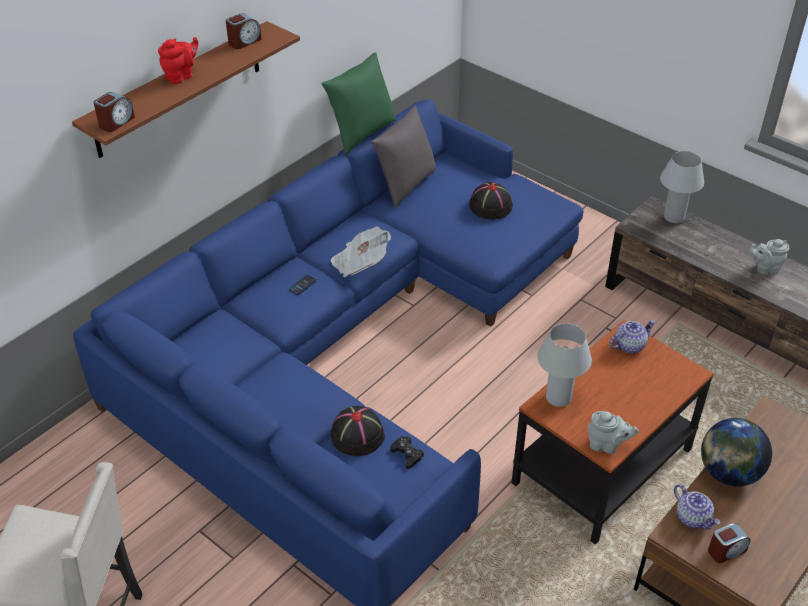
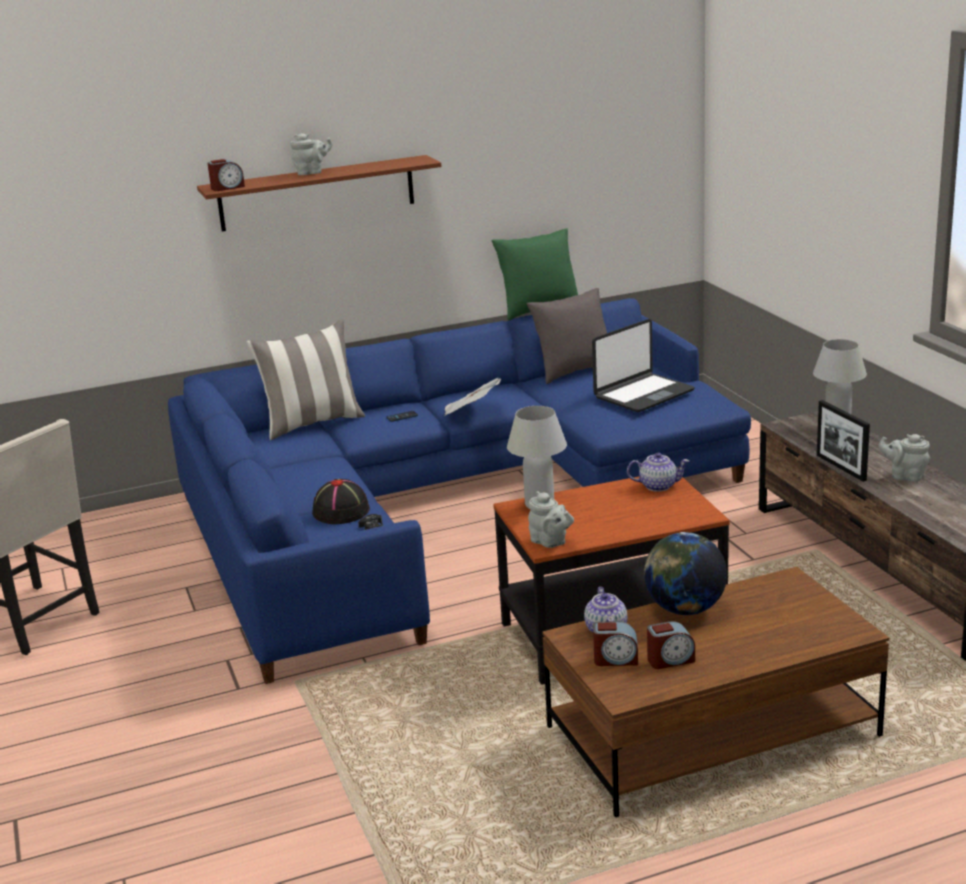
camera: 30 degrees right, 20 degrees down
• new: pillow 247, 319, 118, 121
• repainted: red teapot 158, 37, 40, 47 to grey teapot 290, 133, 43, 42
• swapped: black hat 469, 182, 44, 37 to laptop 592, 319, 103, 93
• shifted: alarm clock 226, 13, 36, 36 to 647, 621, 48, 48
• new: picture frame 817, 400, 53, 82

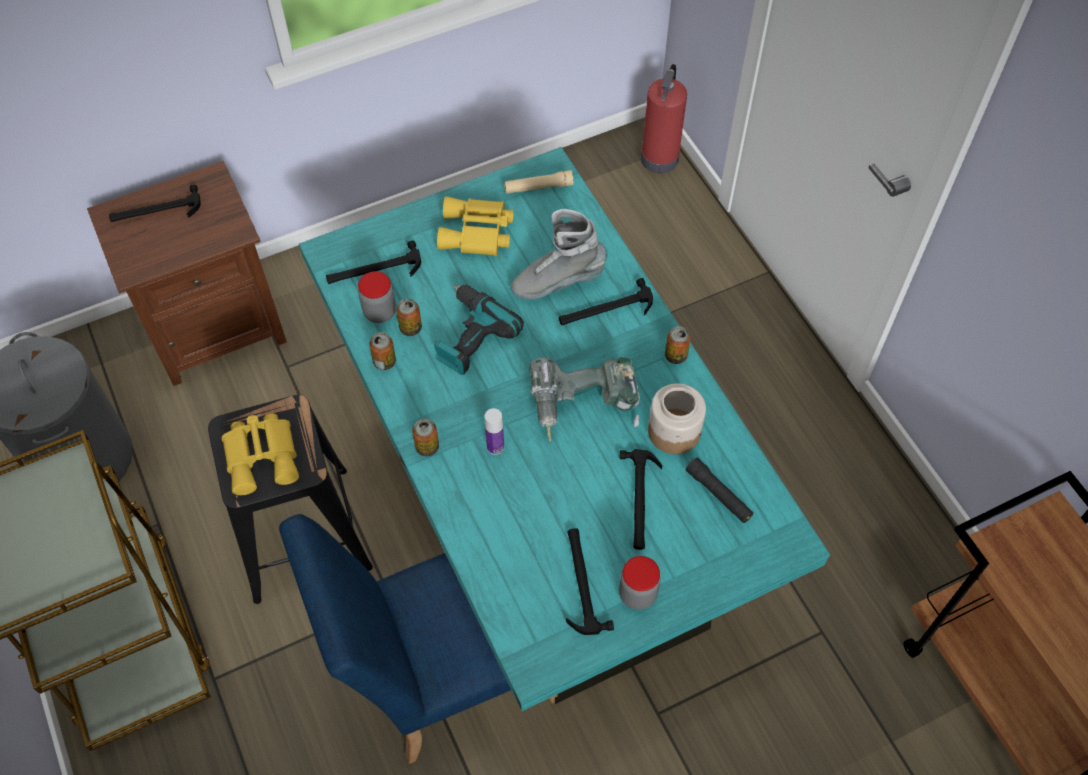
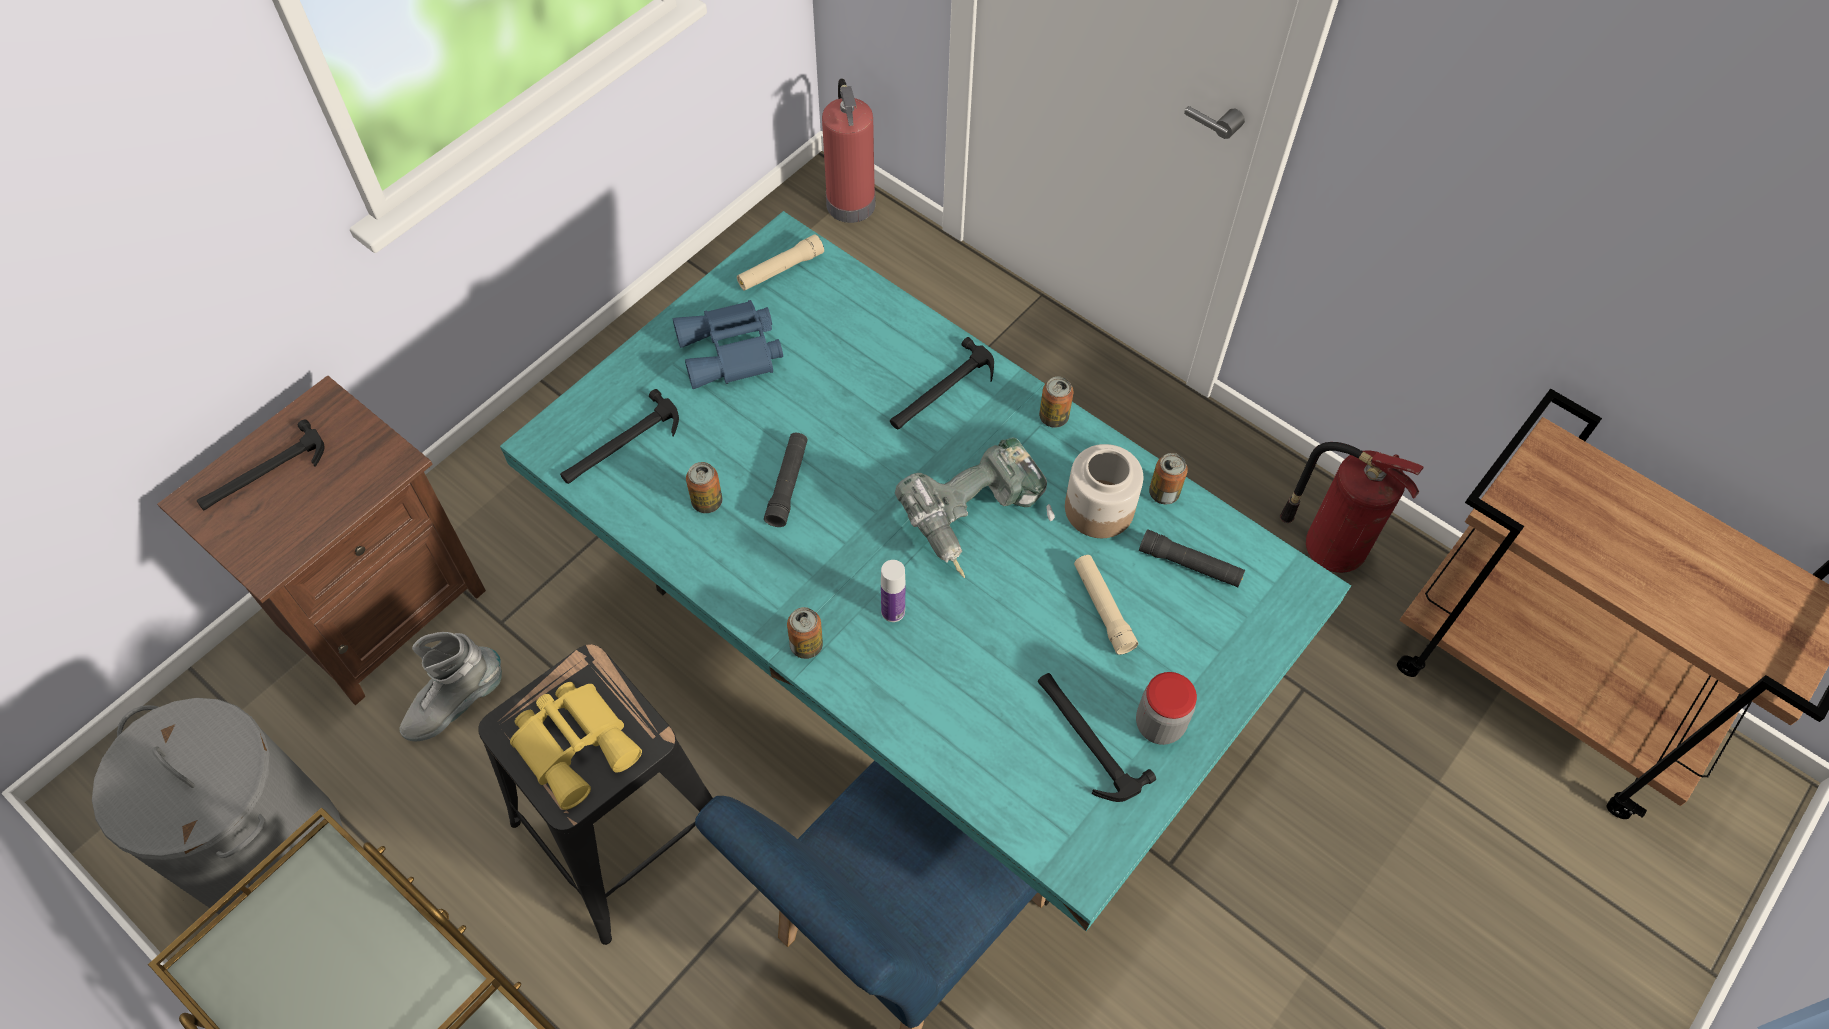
camera: 25 degrees left, 0 degrees up
• shifted: grey boot 511, 209, 97, 90 to 400, 632, 102, 109
• repainted: yellow binoculars 437, 196, 76, 60 to blue binoculars 673, 300, 110, 89
• swapped: power drill 434, 284, 90, 91 to black flashlight 764, 433, 44, 94
• swapped: hammer 620, 449, 42, 101 to beige flashlight 1074, 555, 64, 100
• shifted: can 369, 332, 27, 38 to 1149, 453, 39, 51
• new: fire extinguisher 1280, 442, 144, 131
• gone: jar 358, 271, 38, 52

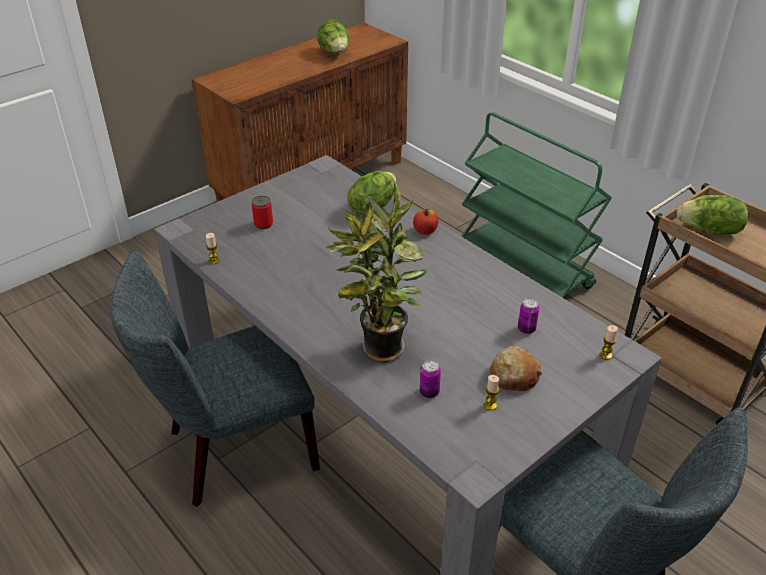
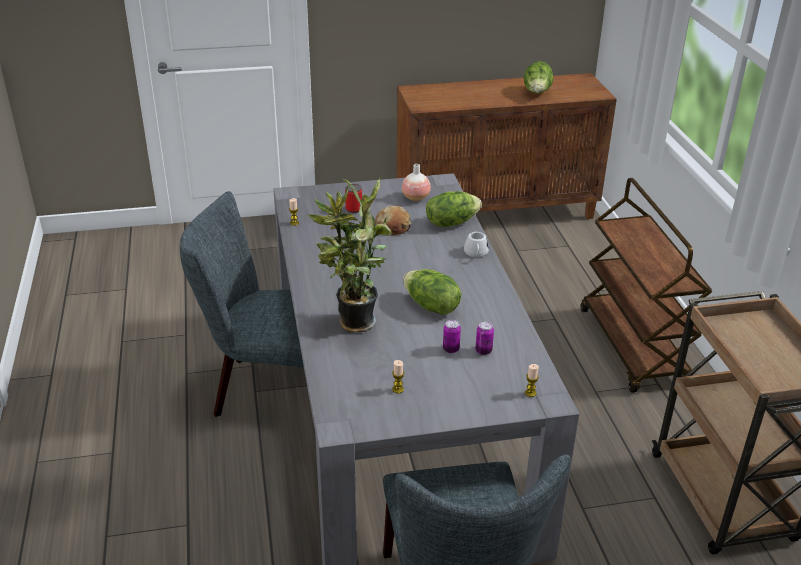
camera: 30 degrees right, 5 degrees down
• shifted: bread 490, 346, 52, 45 to 375, 206, 37, 29
• new: vase 402, 164, 29, 37
• shifted: lettuce 677, 195, 72, 40 to 403, 269, 58, 46
• shifted: can 420, 360, 21, 38 to 443, 320, 18, 33
• swapped: apple 413, 209, 25, 26 to white mug 464, 232, 25, 26
• repainted: green cart 461, 112, 151, 186 to brown cart 580, 178, 132, 215

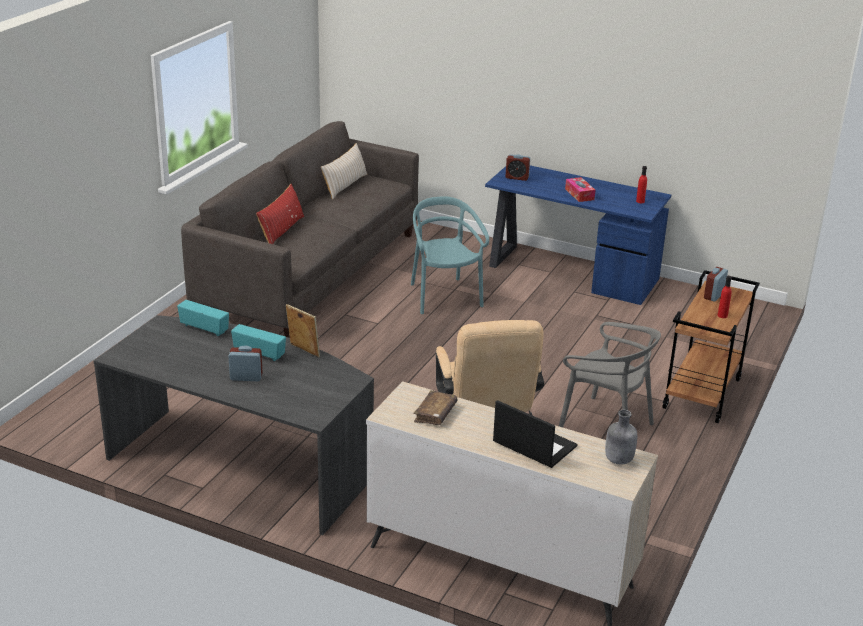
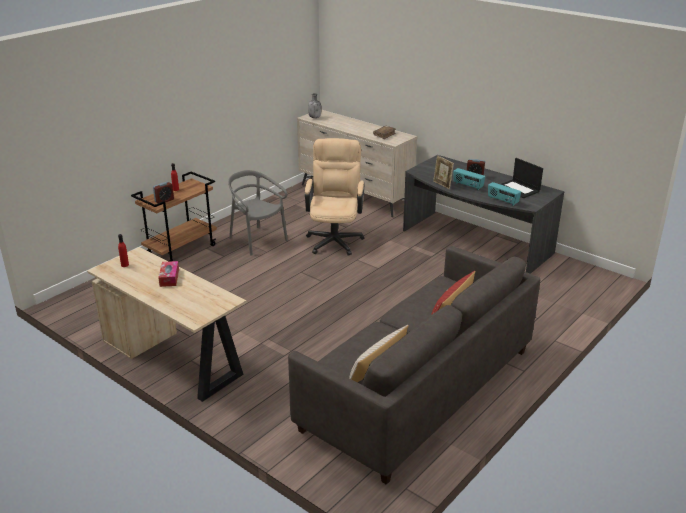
camera: 165 degrees left, 0 degrees up
• repainted: blue desk 485, 165, 186, 140 to beige desk 87, 247, 160, 155
• shifted: laptop 493, 400, 85, 68 to 501, 158, 42, 40
• gone: turquoise chair 411, 196, 78, 118
• gone: alarm clock 505, 154, 25, 27

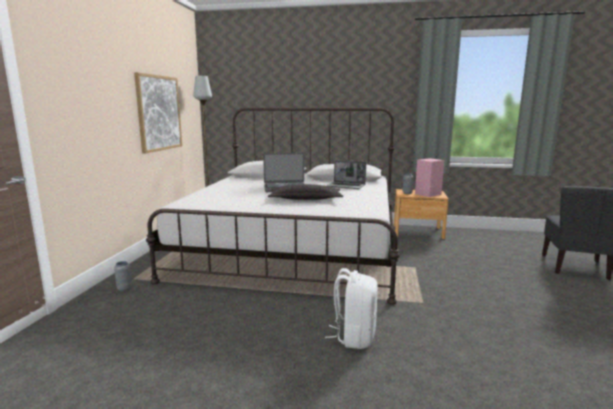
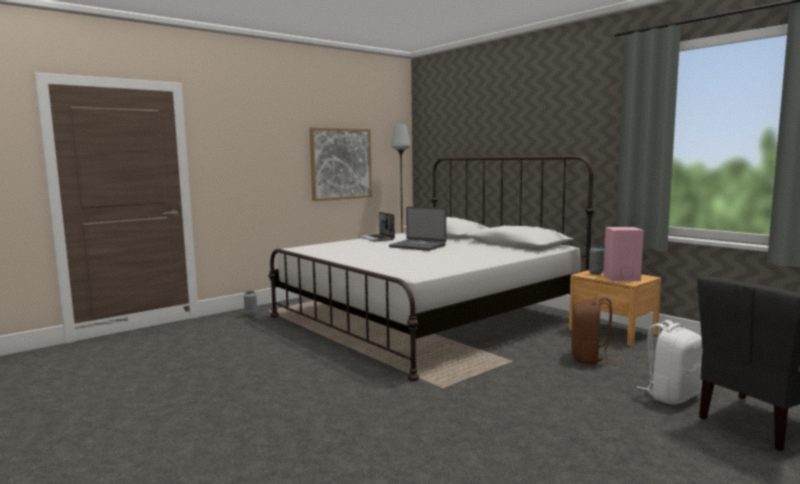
camera: 40 degrees right, 5 degrees down
• shifted: laptop 327, 160, 39, 29 to 359, 212, 36, 29
• new: brown backpack 571, 297, 47, 68
• shifted: white backpack 325, 268, 53, 81 to 637, 320, 66, 85
• gone: pillow 268, 184, 76, 16

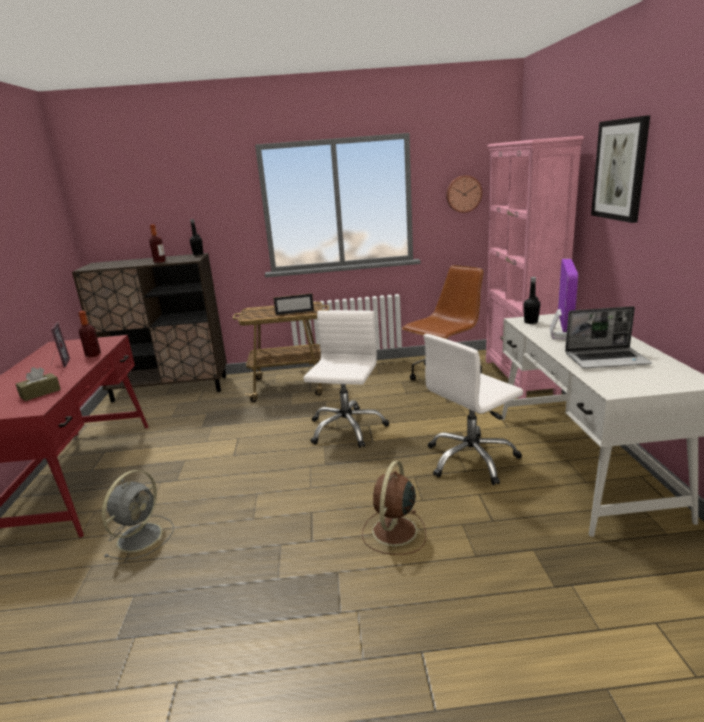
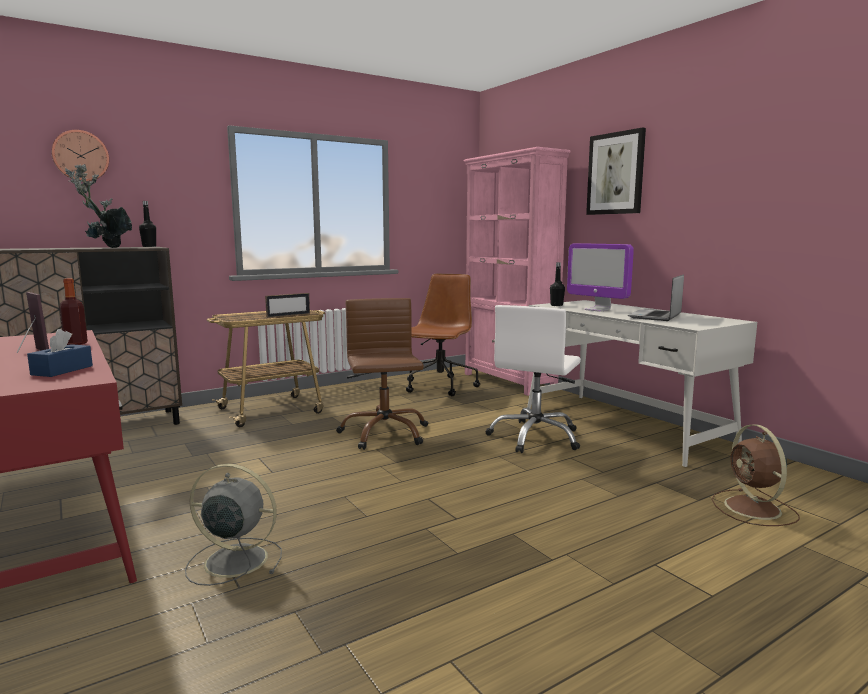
camera: 30 degrees left, 10 degrees down
• repainted: brown tissue box 16, 367, 45, 34 to blue tissue box 27, 329, 66, 48
• shifted: wall clock 446, 175, 36, 38 to 52, 130, 57, 52
• swapped: bottle 149, 224, 17, 39 to potted plant 65, 164, 67, 84
• rotated: grey fan 102, 470, 72, 89 = 185, 464, 97, 122 75 degrees counterclockwise
• repainted: white office chair 303, 310, 86, 138 to brown office chair 336, 298, 92, 152
• rotated: monitor 550, 259, 28, 81 = 567, 244, 67, 68 150 degrees clockwise
• rotated: laptop 565, 306, 87, 62 = 628, 275, 56, 46 150 degrees clockwise
• shifted: brown fan 362, 461, 64, 94 to 712, 424, 88, 102

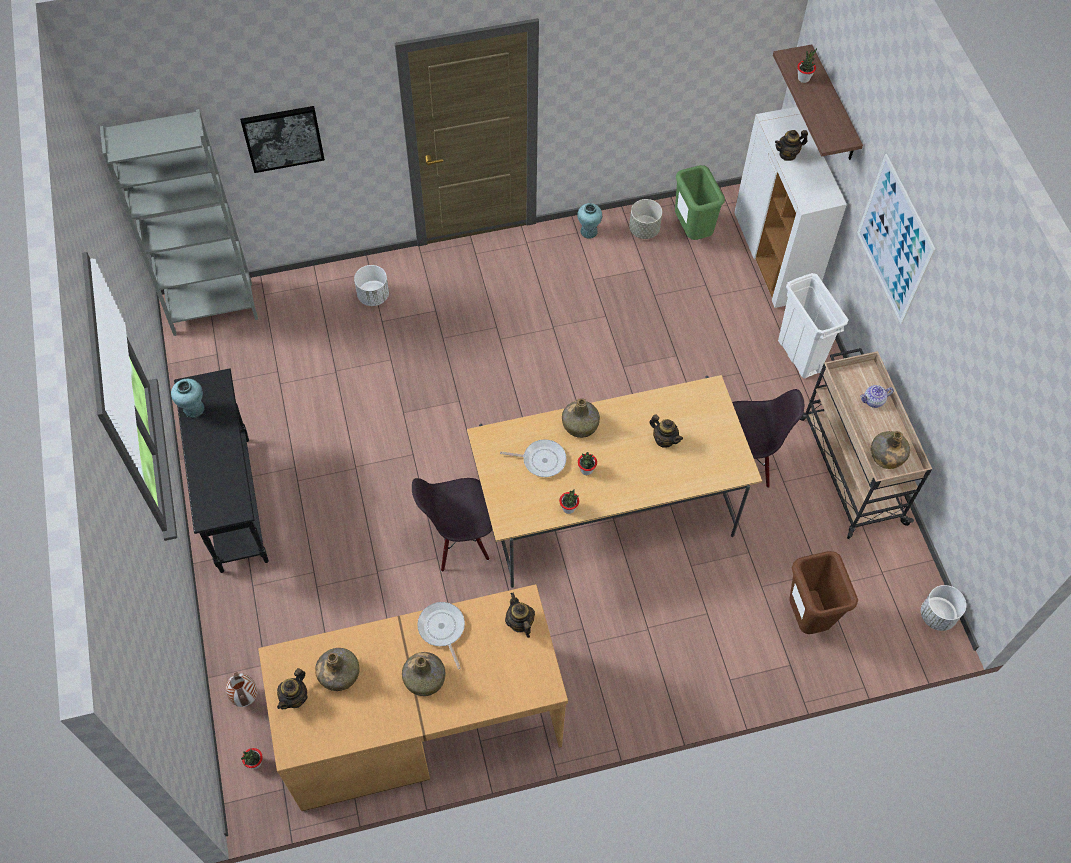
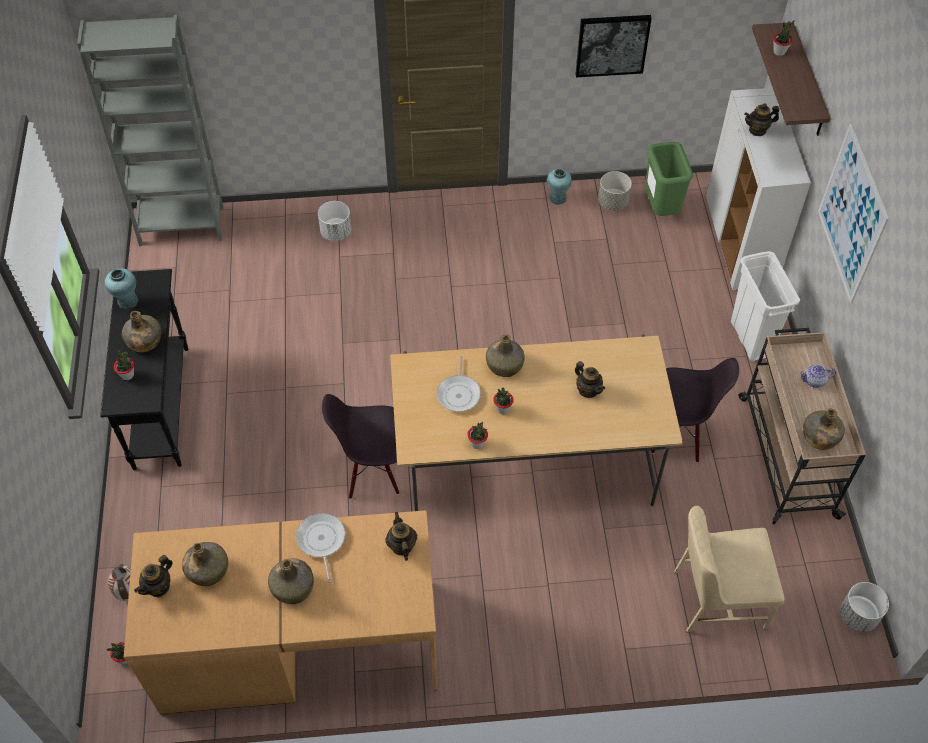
camera: 10 degrees right, 5 degrees down
• new: potted plant 114, 350, 20, 30
• new: green bottle 122, 311, 39, 42
• rotated: frying pan 500, 439, 66, 38 = 437, 356, 44, 56 75 degrees clockwise
• shifted: picture 240, 106, 85, 67 to 575, 15, 77, 62
• swapped: brown trash can 789, 551, 69, 83 to beige chair 674, 506, 111, 127

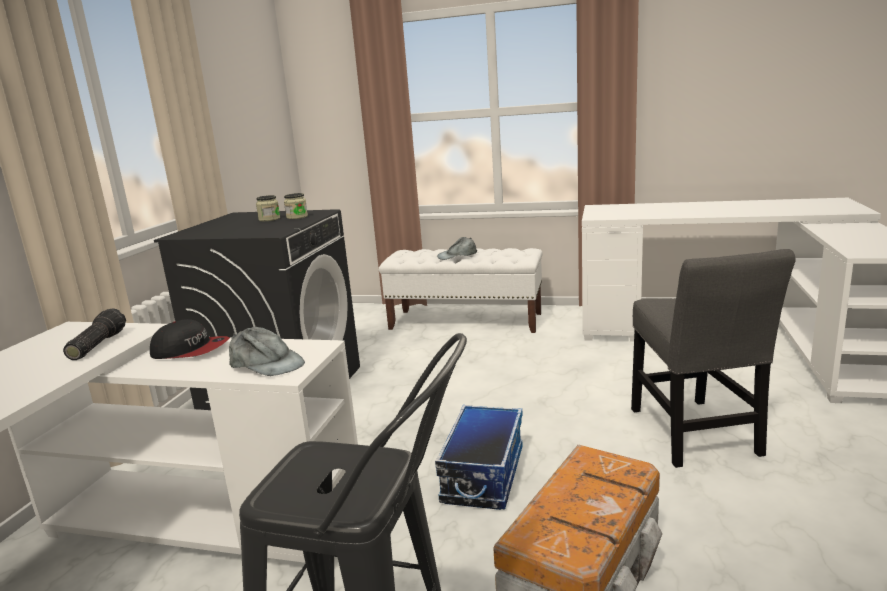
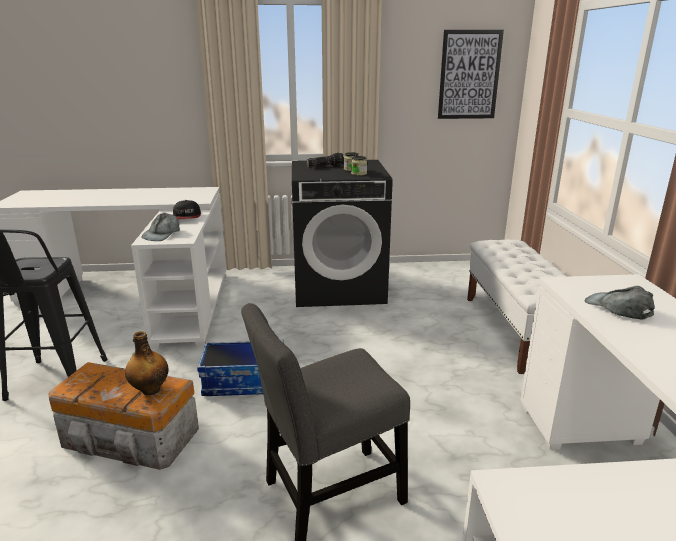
camera: 70 degrees right, 5 degrees up
• new: bottle 125, 331, 43, 64
• shifted: flashlight 63, 308, 63, 52 to 307, 153, 37, 15
• new: picture 438, 30, 66, 89
• shifted: grey cap 437, 237, 40, 23 to 585, 286, 70, 34

